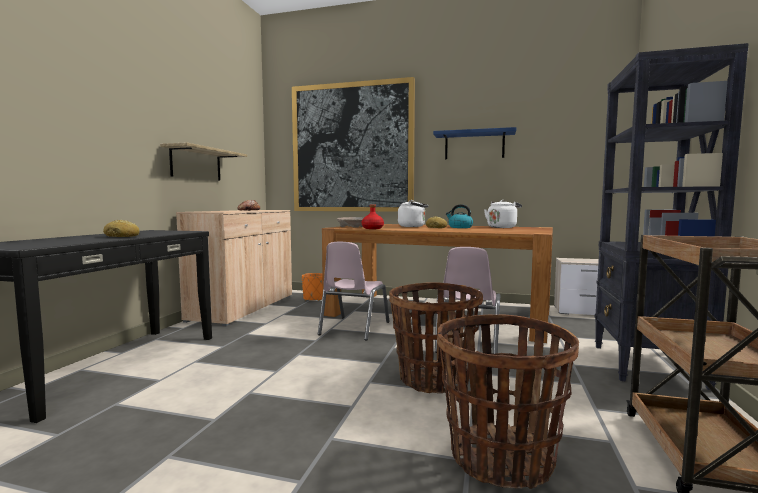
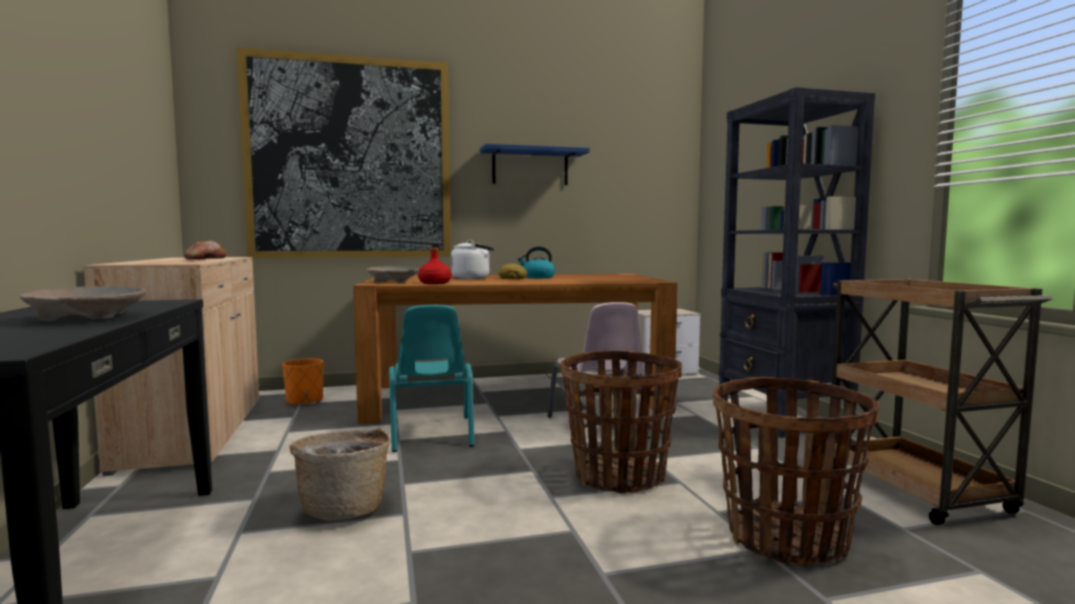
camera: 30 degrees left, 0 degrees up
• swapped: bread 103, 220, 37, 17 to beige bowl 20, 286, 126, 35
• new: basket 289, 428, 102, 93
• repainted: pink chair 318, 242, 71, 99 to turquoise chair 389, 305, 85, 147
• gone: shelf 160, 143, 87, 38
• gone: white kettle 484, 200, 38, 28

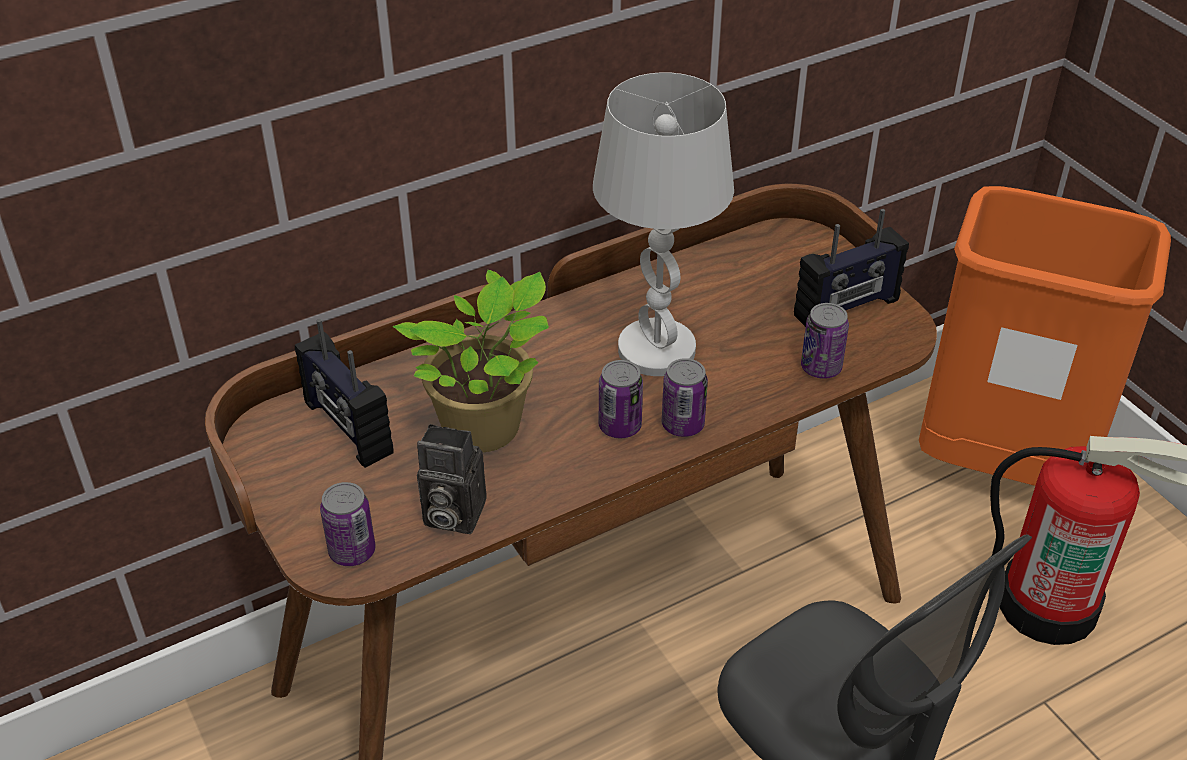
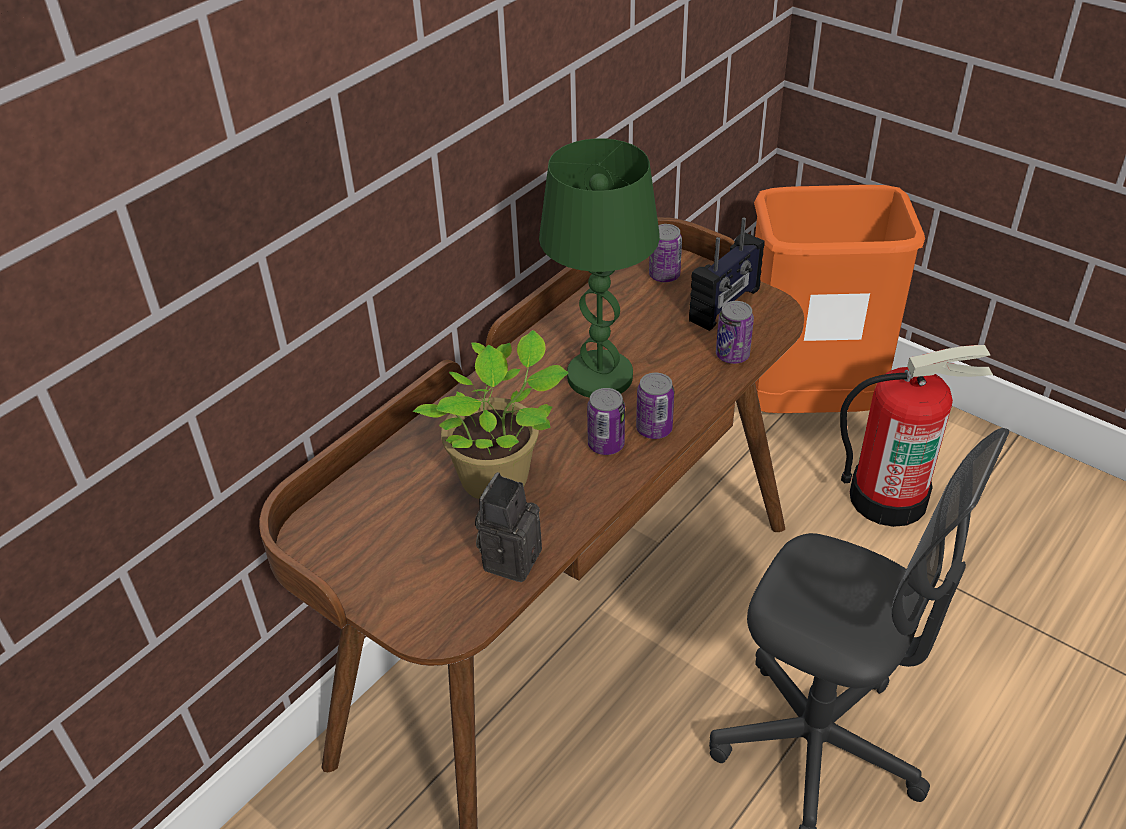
camera: 20 degrees left, 0 degrees up
• rotated: photo camera 417, 424, 69, 110 = 475, 472, 67, 110 120 degrees clockwise
• repainted: white table lamp 593, 72, 141, 304 to green table lamp 539, 138, 121, 260
• shifted: can 320, 482, 56, 84 to 649, 224, 33, 58
• gone: radio 295, 319, 99, 149

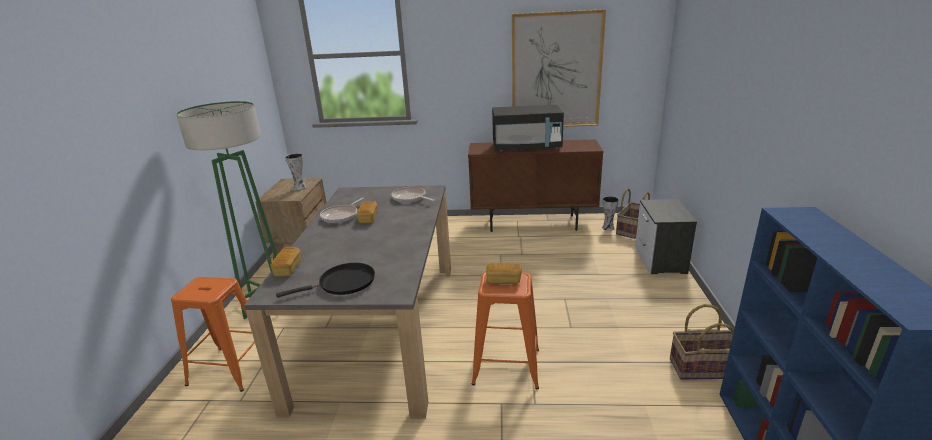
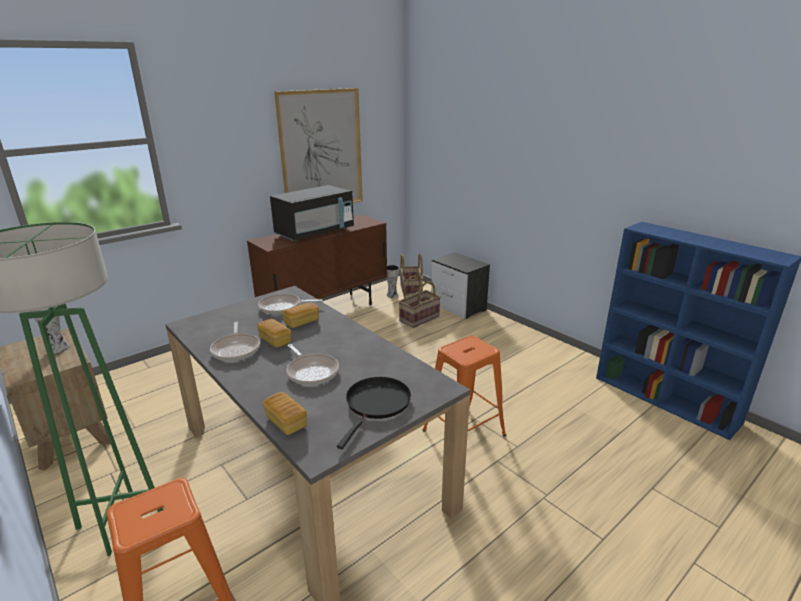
camera: 45 degrees left, 0 degrees up
• shifted: bread 486, 263, 36, 20 to 282, 302, 37, 26
• new: frying pan 286, 344, 53, 41
• shifted: basket 670, 304, 64, 76 to 399, 275, 42, 53

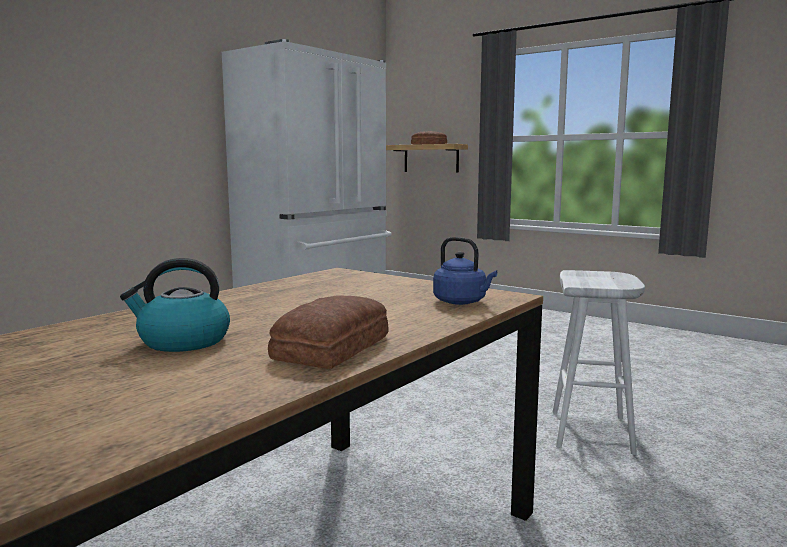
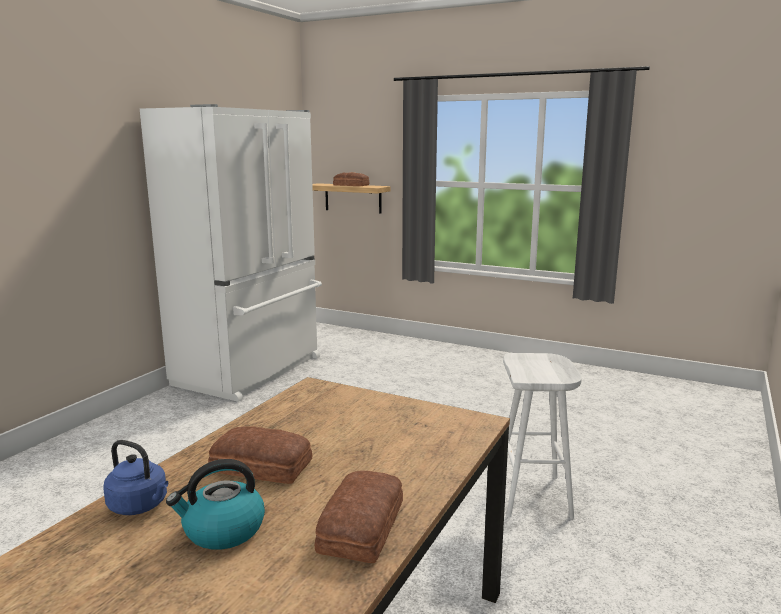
camera: 10 degrees left, 5 degrees up
• shifted: blue kettle 433, 237, 64, 68 to 103, 440, 65, 75
• new: bread 208, 426, 104, 58

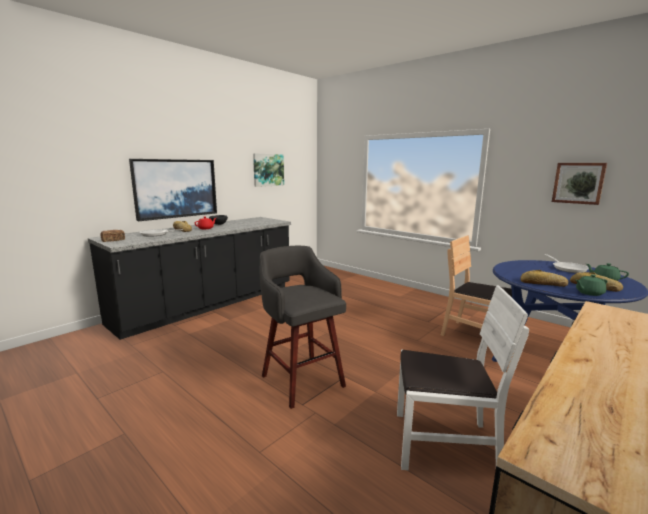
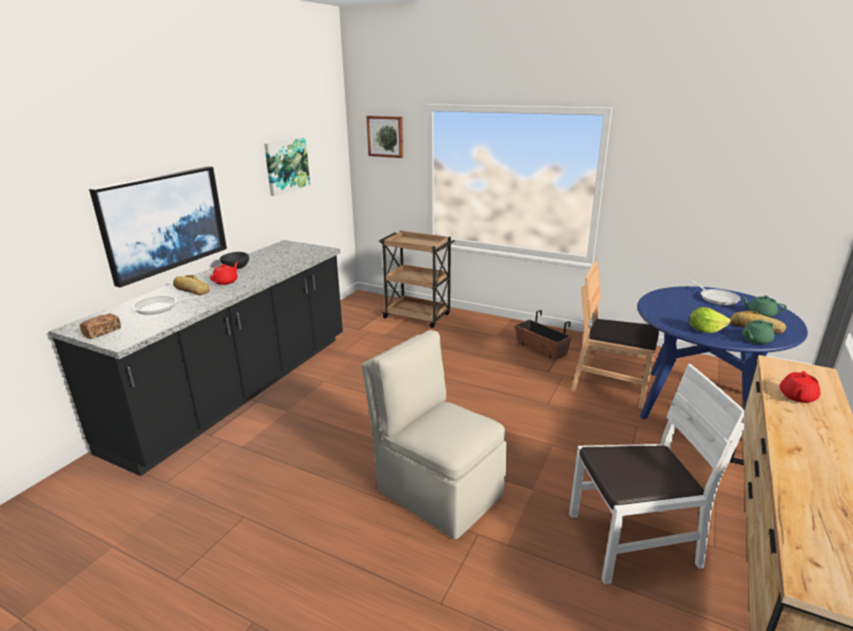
camera: 15 degrees left, 10 degrees up
• swapped: grey stool 260, 246, 86, 163 to beige chair 361, 330, 146, 209
• shifted: picture 552, 163, 55, 42 to 366, 116, 37, 42
• new: brown cart 379, 230, 76, 98
• new: planter 515, 310, 57, 50
• swapped: bread 520, 270, 49, 17 to lettuce 689, 307, 42, 26
• new: red teapot 780, 371, 40, 32

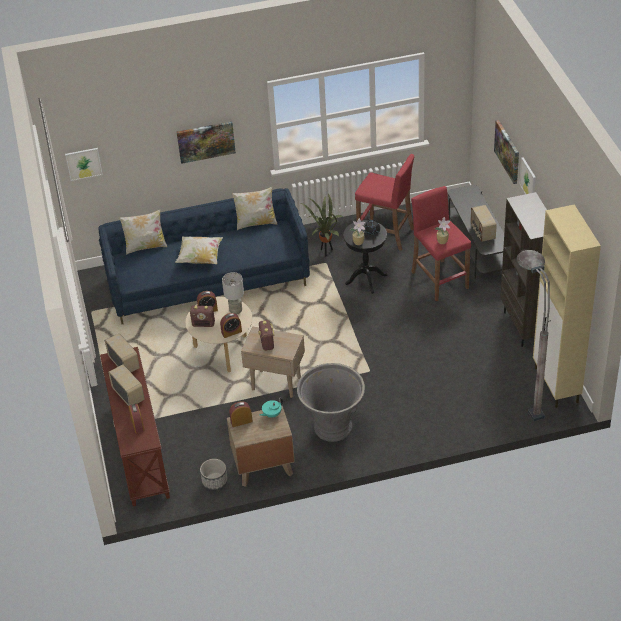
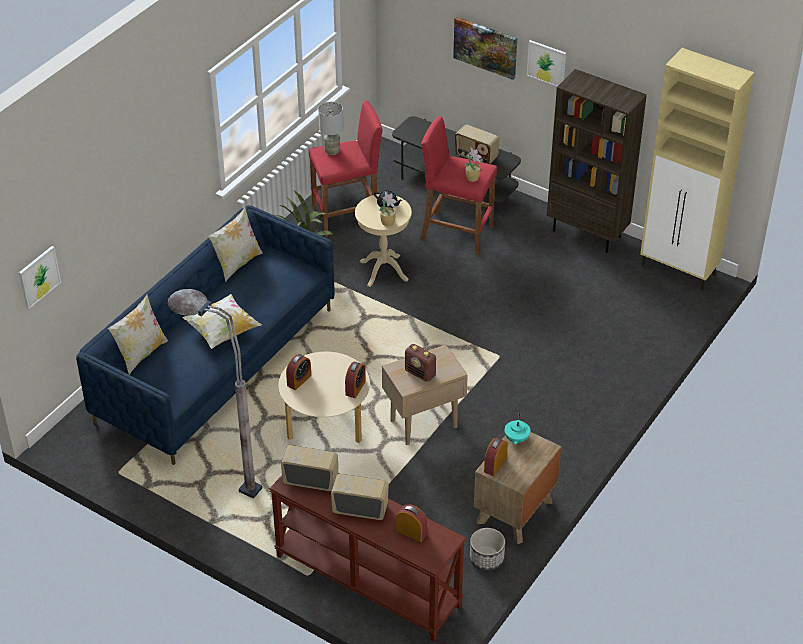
camera: 45 degrees left, 0 degrees up
• shifted: grey floor lamp 517, 250, 33, 171 to 168, 289, 94, 210
• shifted: grey table lamp 222, 272, 22, 42 to 318, 102, 26, 53
• repainted: black side table 343, 220, 45, 74 to beige side table 355, 194, 57, 93
• gone: picture 177, 121, 59, 43
• gone: radio 190, 306, 25, 21
• gone: grey planter 297, 363, 68, 79

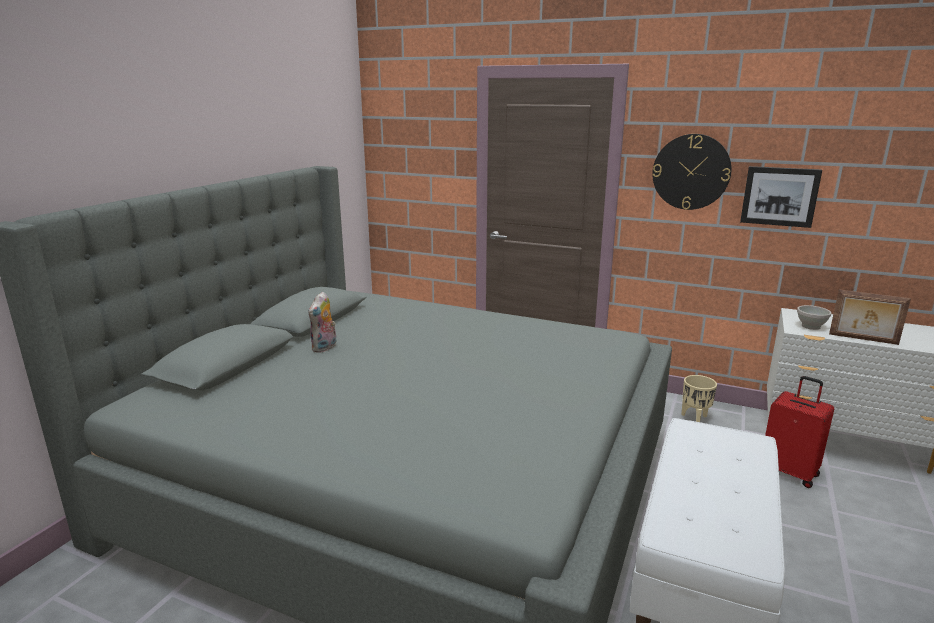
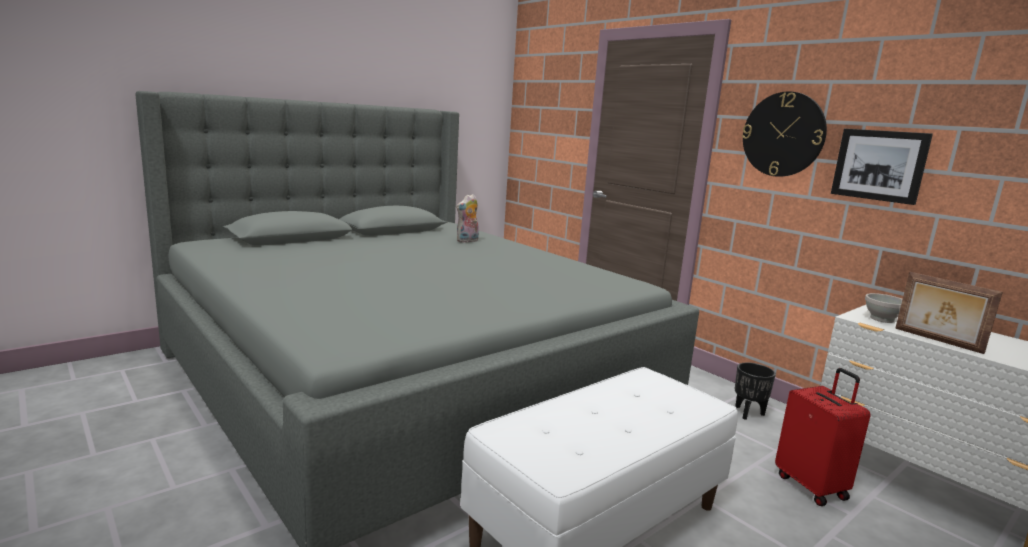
camera: 25 degrees right, 5 degrees down
• shifted: plush toy 308, 291, 28, 62 to 456, 194, 23, 49
• repainted: beige planter 681, 375, 36, 47 to black planter 735, 362, 41, 58

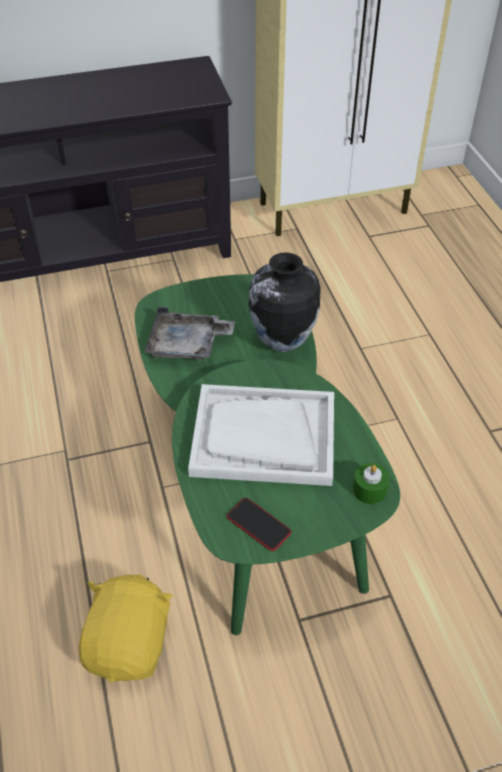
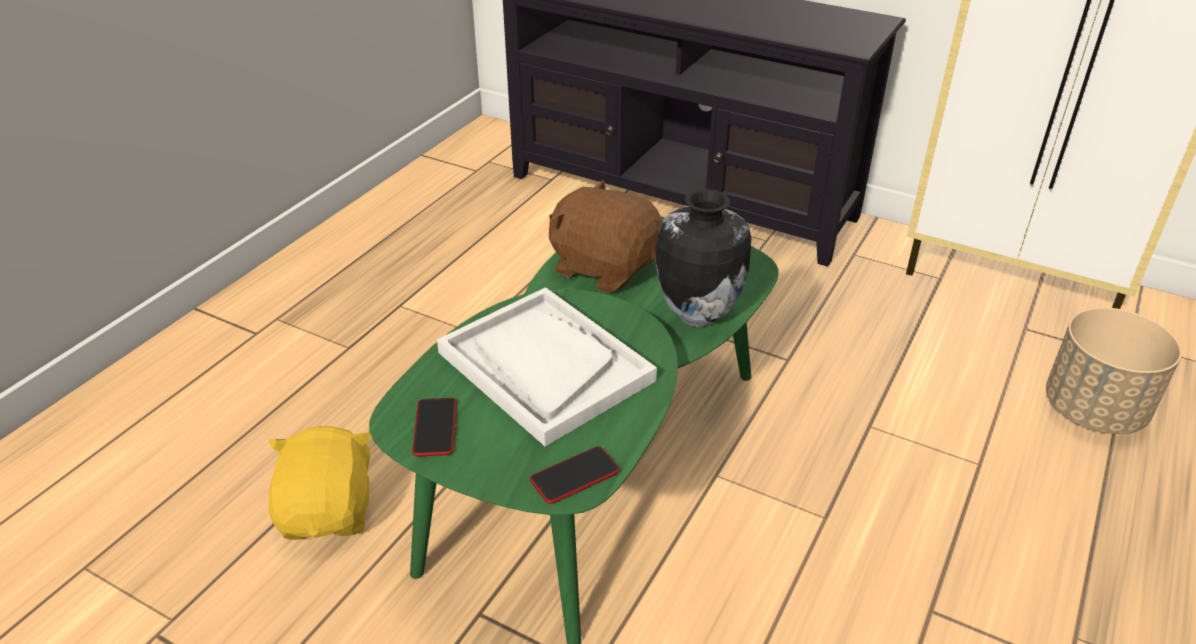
camera: 45 degrees right, 10 degrees down
• rotated: yellow plush toy 79, 574, 94, 109 = 268, 426, 103, 114 60 degrees counterclockwise
• swapped: green candle 353, 463, 37, 41 to phone 530, 446, 90, 58
• swapped: grey tray 144, 307, 91, 53 to brown plush toy 549, 180, 114, 114
• new: beige planter 1046, 307, 136, 127

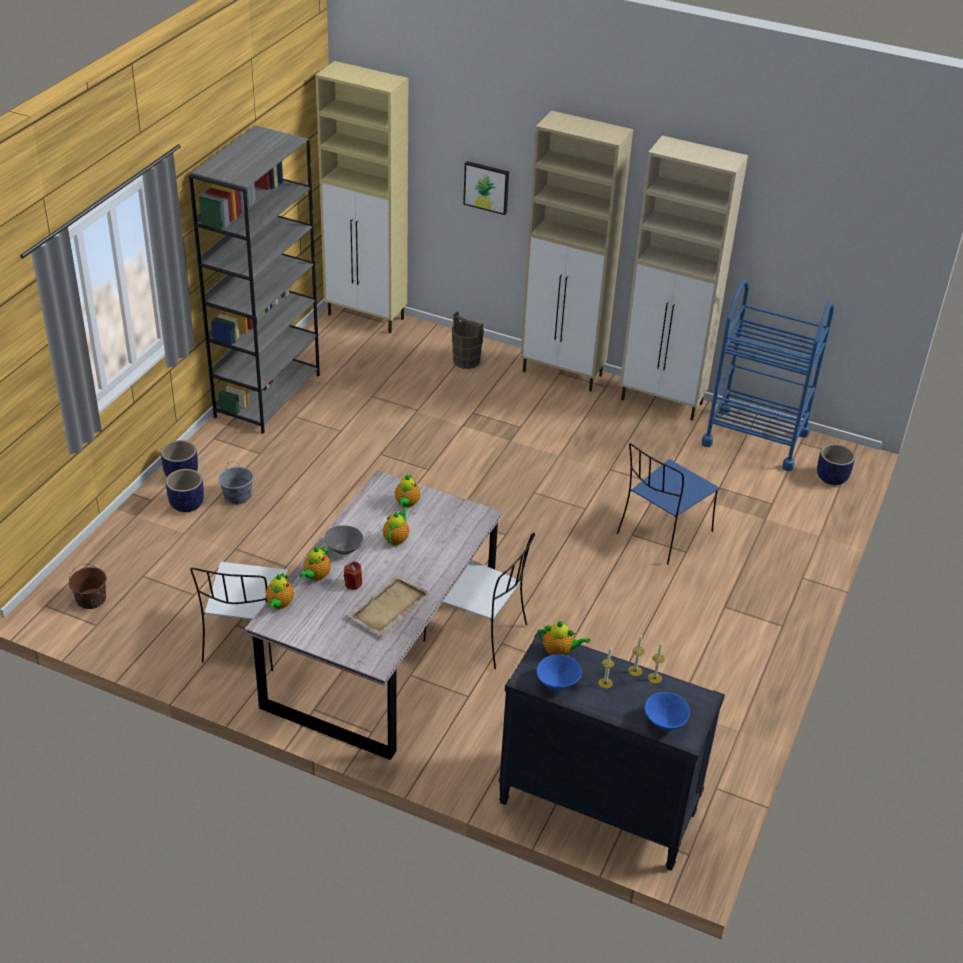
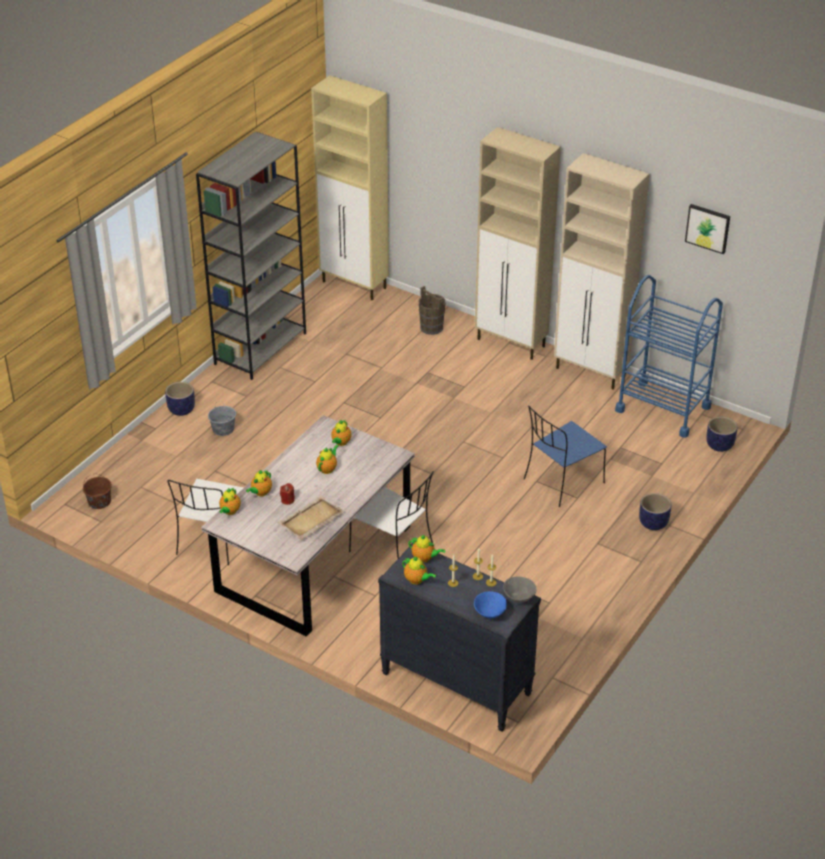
camera: 10 degrees right, 0 degrees up
• swapped: blue bowl 537, 654, 45, 36 to teapot 402, 556, 34, 29
• shifted: grey bowl 325, 525, 38, 30 to 503, 576, 34, 27
• shifted: planter 166, 469, 38, 43 to 639, 493, 32, 37
• shifted: picture 463, 161, 46, 54 to 685, 204, 45, 50

